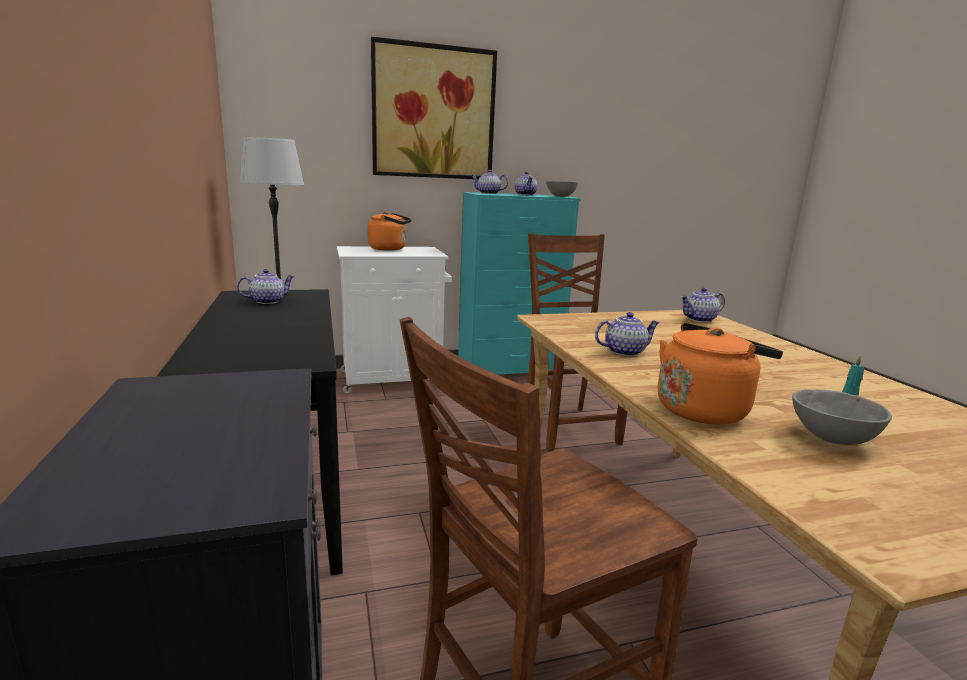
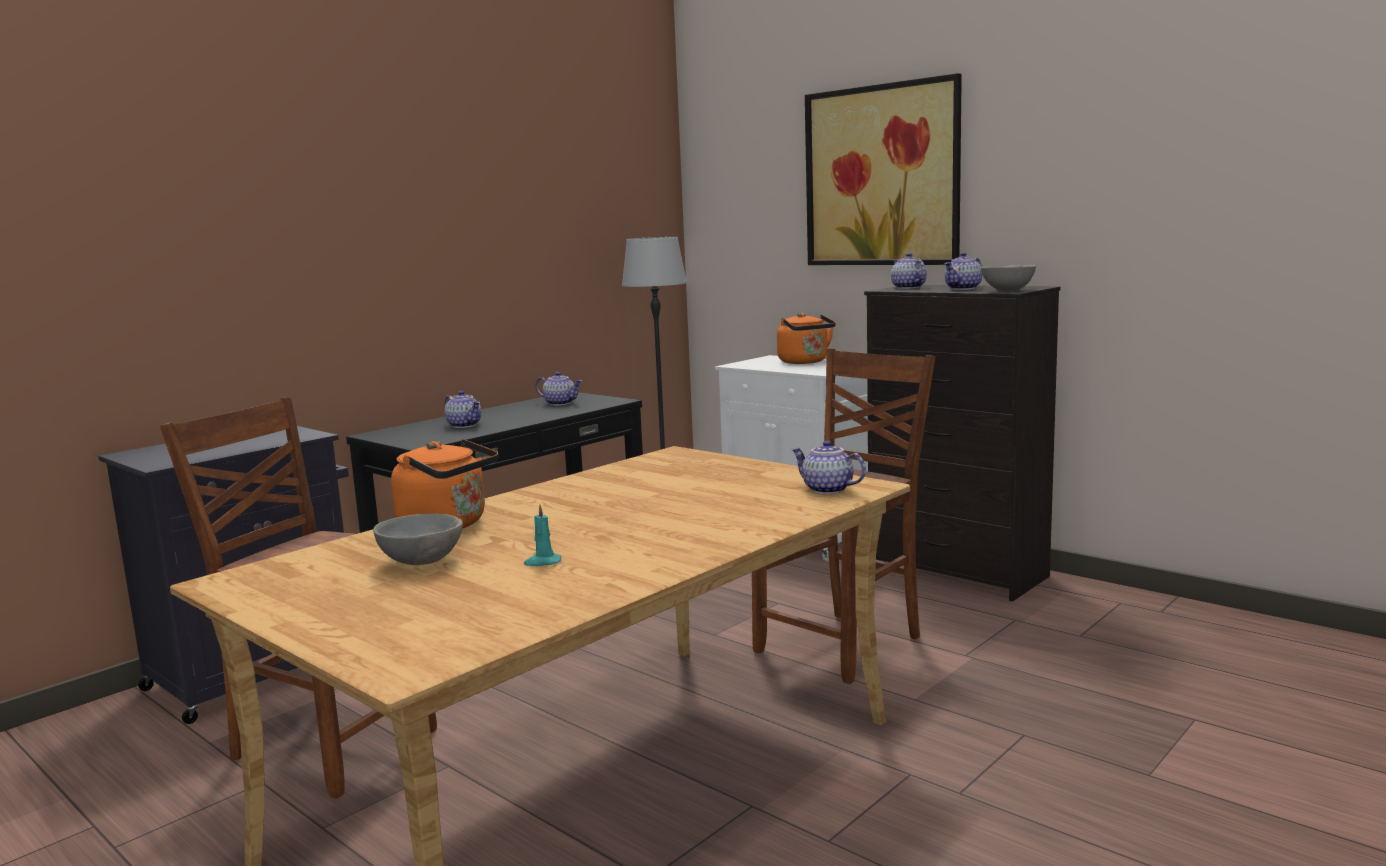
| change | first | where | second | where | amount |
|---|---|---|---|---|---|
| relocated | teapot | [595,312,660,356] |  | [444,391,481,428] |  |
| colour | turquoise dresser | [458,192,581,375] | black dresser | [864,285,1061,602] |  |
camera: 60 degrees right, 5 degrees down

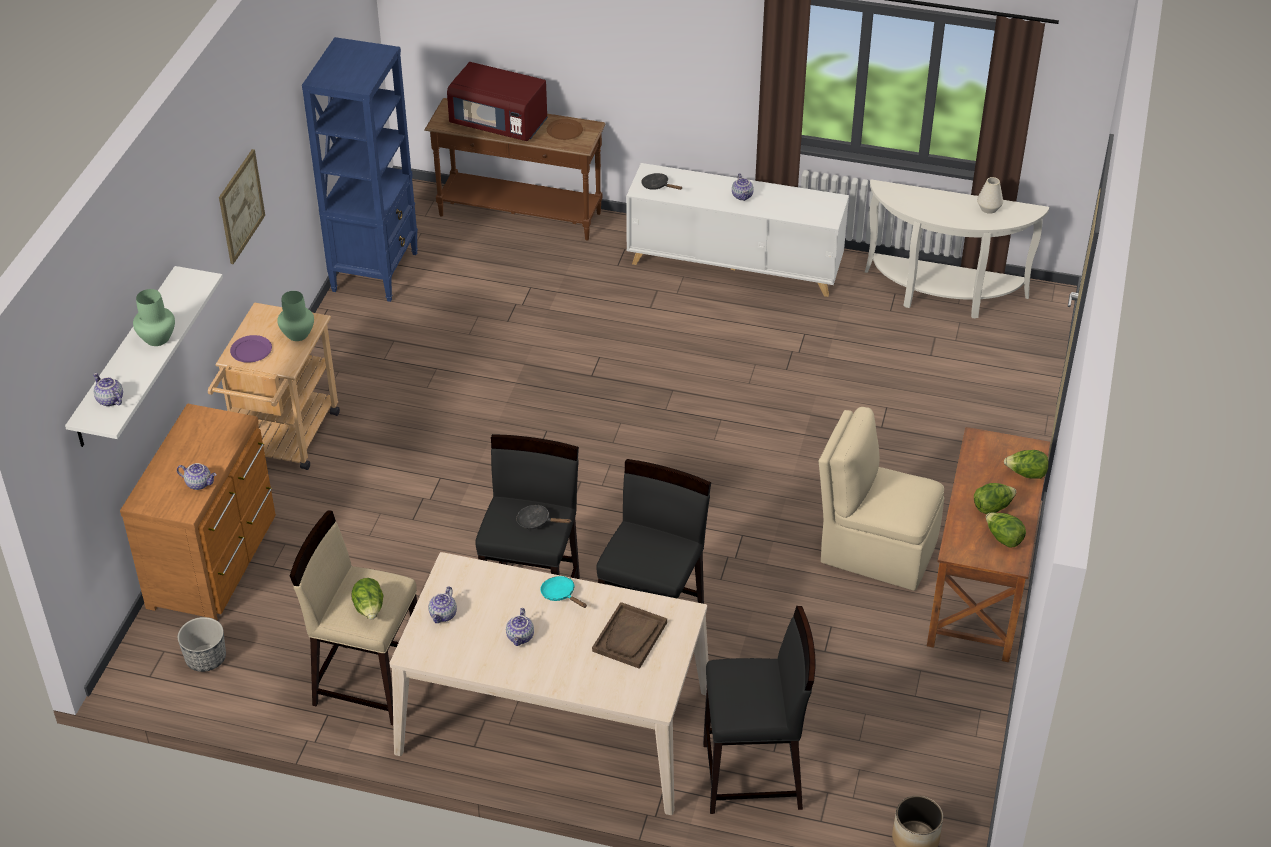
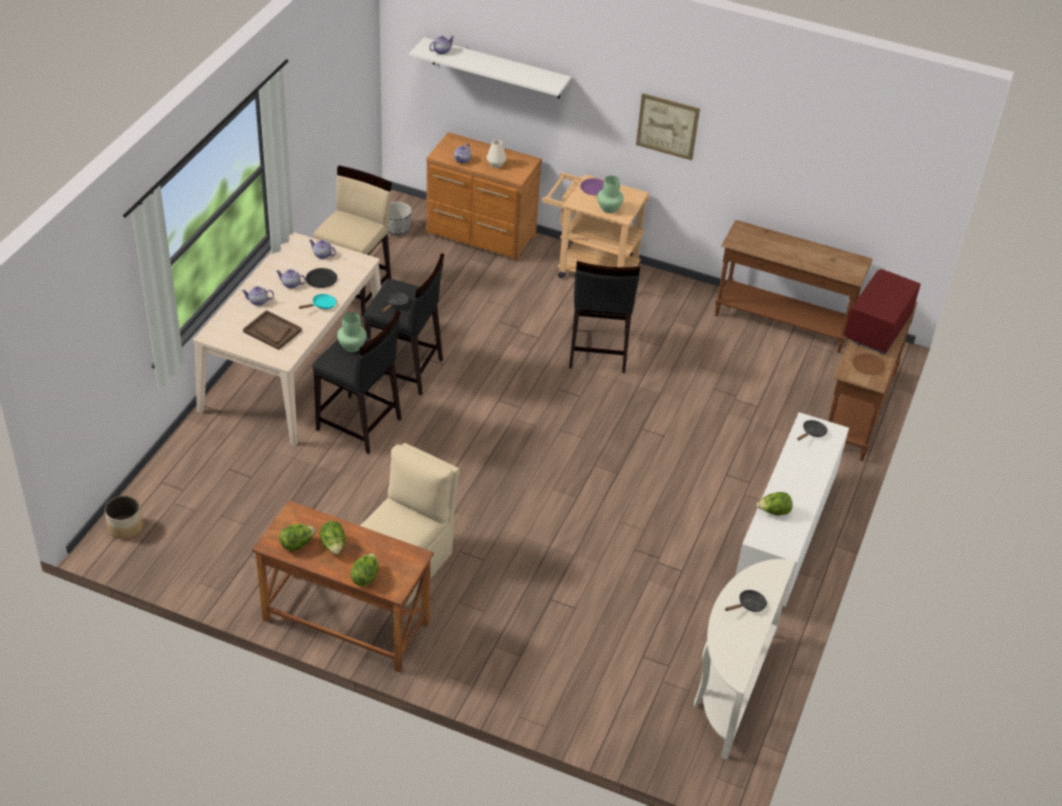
| change | first | where | second | where | amount |
|---|---|---|---|---|---|
| appeared |  |  | black plate | [306,268,337,288] |  |
| appeared |  |  | black frying pan | [725,590,767,612] |  |
| relocated | green vase | [133,289,175,346] |  | [337,312,367,352] |  |
| relocated | lettuce | [351,578,383,620] |  | [757,492,793,515] |  |
| relocated | black stool | [703,606,816,814] |  | [569,261,640,373] |  |
| relocated | teapot | [732,174,754,201] |  | [242,286,274,306] |  |
| relocated | white vase | [977,177,1003,214] |  | [487,140,506,168] |  |
| exchanged | blue bookcase | [302,37,418,302] | brown console table | [715,220,873,353] |  |
camera: 95 degrees right, 0 degrees up

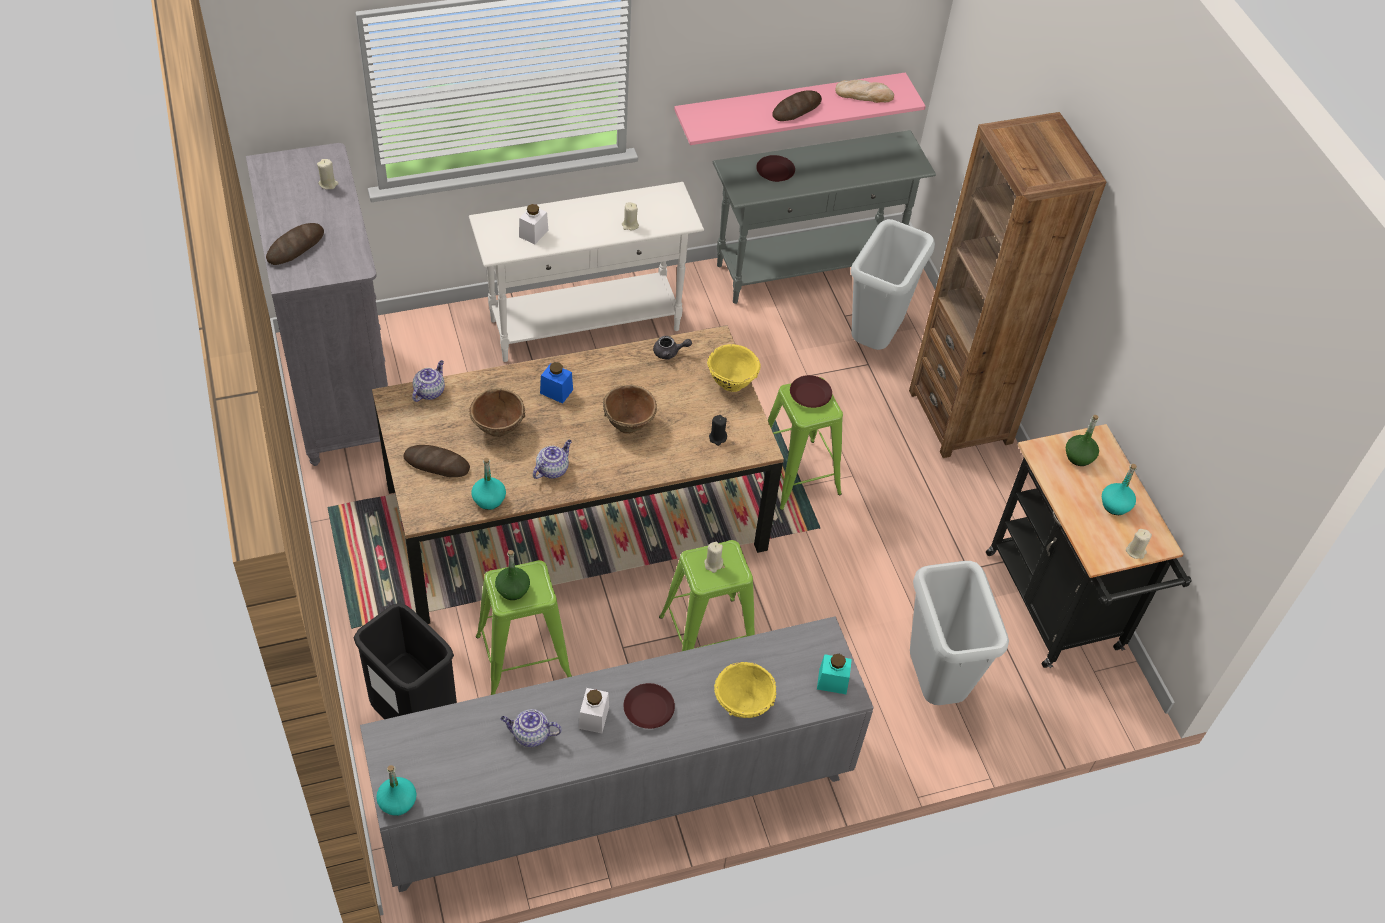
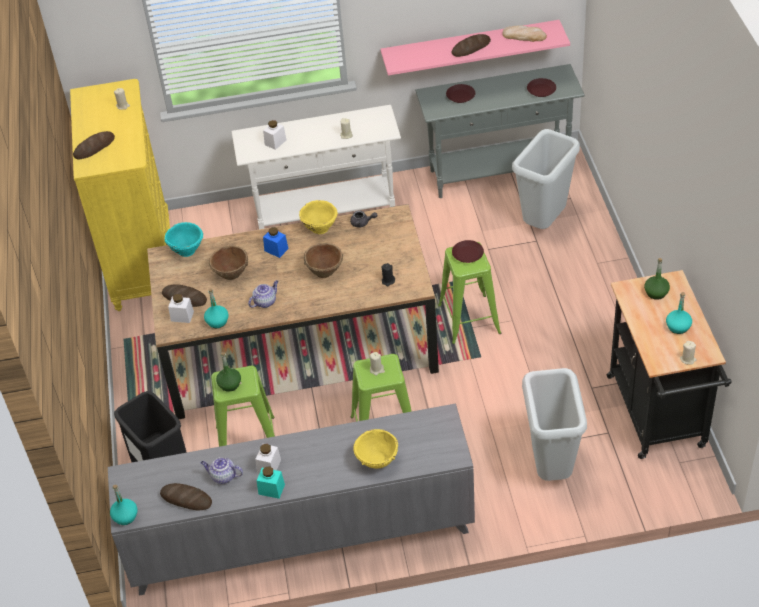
| change | first | where | second | where | amount |
|---|---|---|---|---|---|
| missing | brown bookcase | [909,112,1107,458] |  |  |  |
| appeared |  |  | bread | [160,483,212,510] |  |
| appeared |  |  | white jar | [168,294,194,323] |  |
| relocated | brown plate | [623,683,675,729] |  | [527,78,556,97] |  |
| relocated | yellow bowl | [707,344,761,392] |  | [299,200,338,234] |  |
| relocated | turquoise jar | [817,654,852,694] |  | [257,466,285,499] |  |
| exchanged | teapot | [412,360,445,402] | turquoise bowl | [164,222,203,257] |  |
| colour | grey dresser | [246,143,388,466] | yellow dresser | [70,79,170,311] |  |
camera: 15 degrees right, 5 degrees down

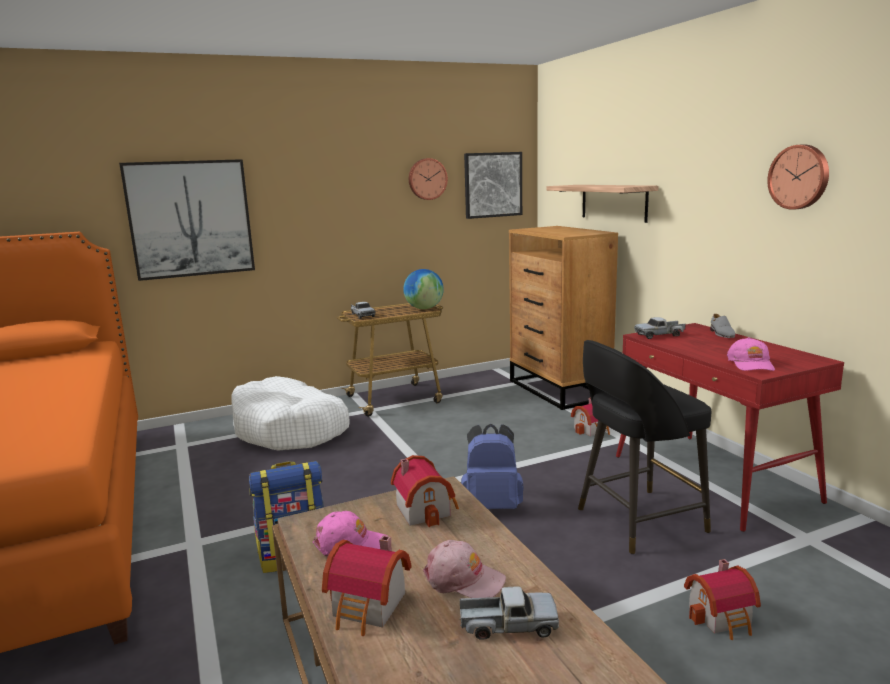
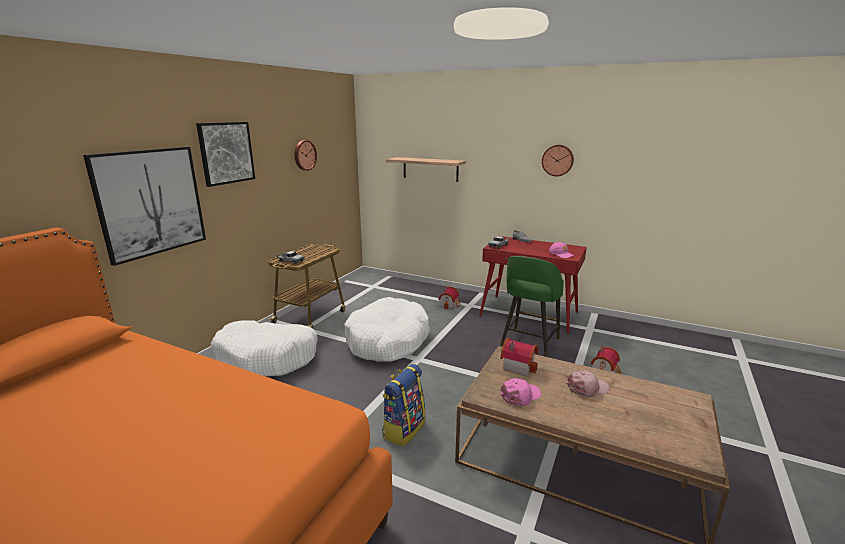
| change | first | where | second | where | amount |
|---|---|---|---|---|---|
| missing | toy house | [322,535,412,636] |  |  |  |
| missing | globe | [403,269,444,309] |  |  |  |
| missing | toy truck | [460,586,559,640] |  |  |  |
| missing | blue backpack | [461,424,524,509] |  |  |  |
| missing | brown dresser | [509,226,618,410] |  |  |  |
| appeared |  |  | white dog bed | [344,297,430,362] |  |
| relocated | picture | [464,152,522,219] |  | [196,122,255,187] |  |
| colour | black stool | [578,340,711,554] | green stool | [500,256,564,357] |  |
camera: 40 degrees left, 5 degrees up

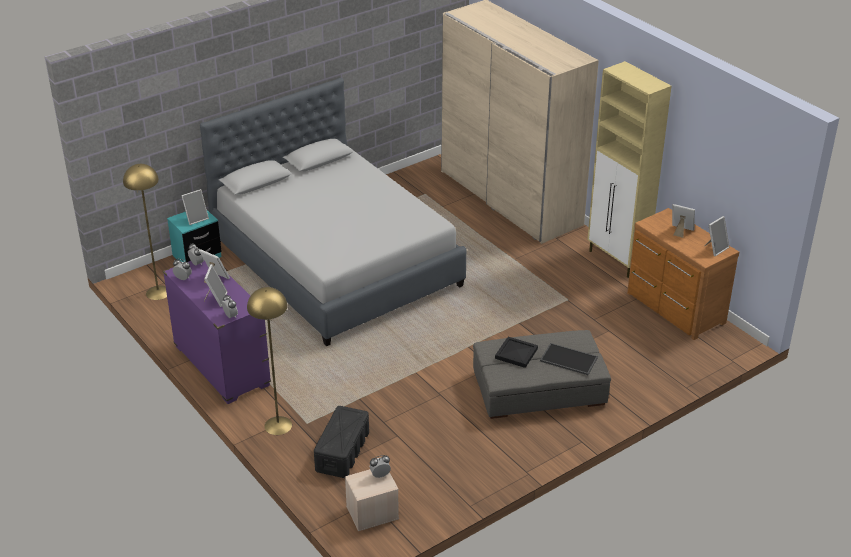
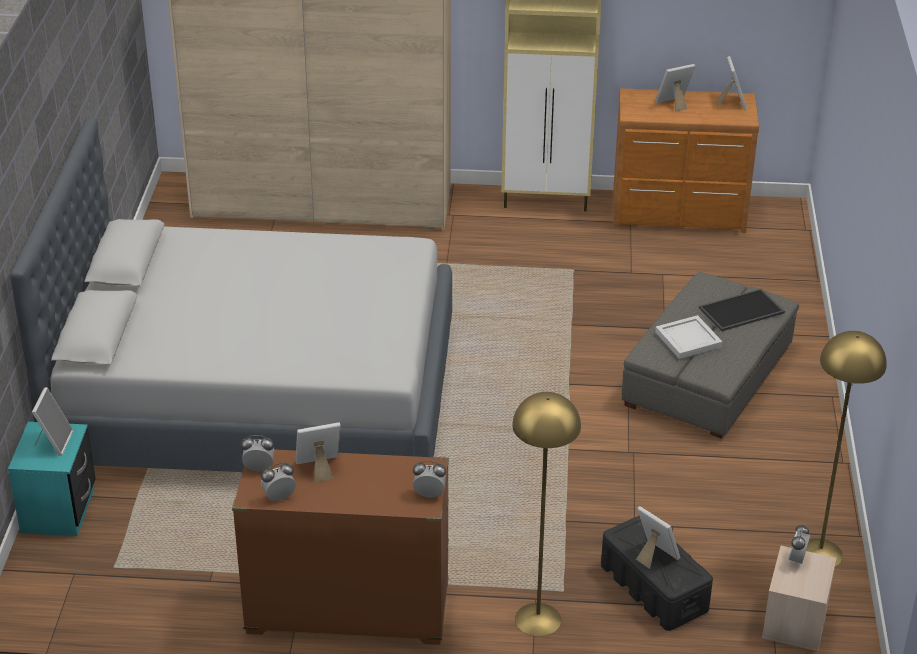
| change | first | where | second | where | amount |
|---|---|---|---|---|---|
| relocated | yellow floor lamp | [123,164,167,300] |  | [806,331,887,567] |  |
| relocated | picture frame | [204,264,228,307] |  | [636,506,680,569] |  |
| colour | purple dresser | [163,261,271,404] | brown dresser | [232,449,449,645] |  |
| colour | black tray | [495,337,538,368] | white tray | [655,315,723,359] |  |
camera: 50 degrees left, 0 degrees up

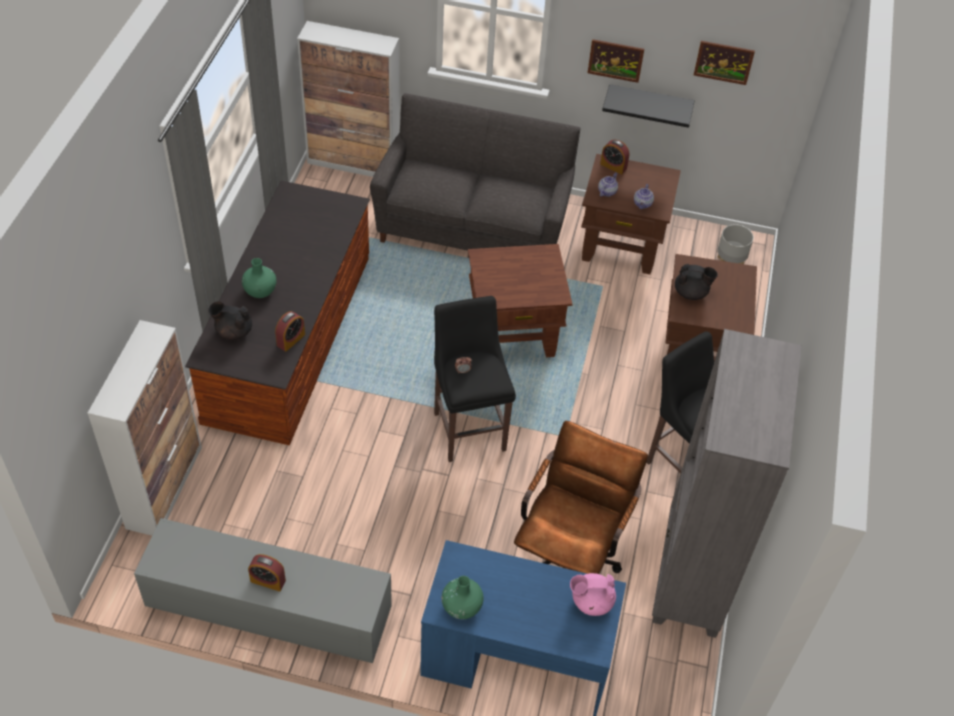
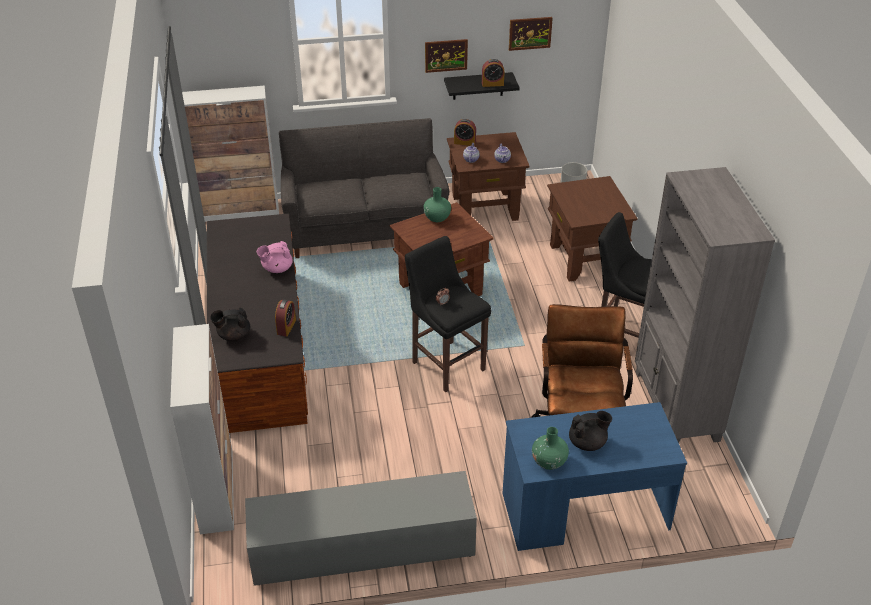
| change | first | where | second | where | amount |
|---|---|---|---|---|---|
| relocated | green vase | [242,258,276,298] |  | [423,187,451,222] |  |
| relocated | alarm clock | [248,554,286,592] |  | [482,59,505,87] |  |
| relocated | pink teapot | [570,573,616,616] |  | [257,241,293,273] |  |
| relocated | black teapot | [675,264,718,300] |  | [569,411,612,451] |  |
camera: 20 degrees left, 10 degrees down

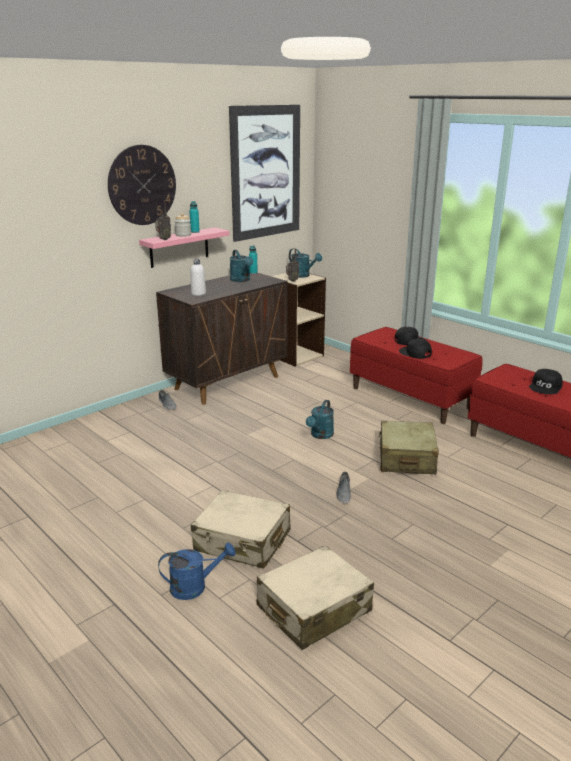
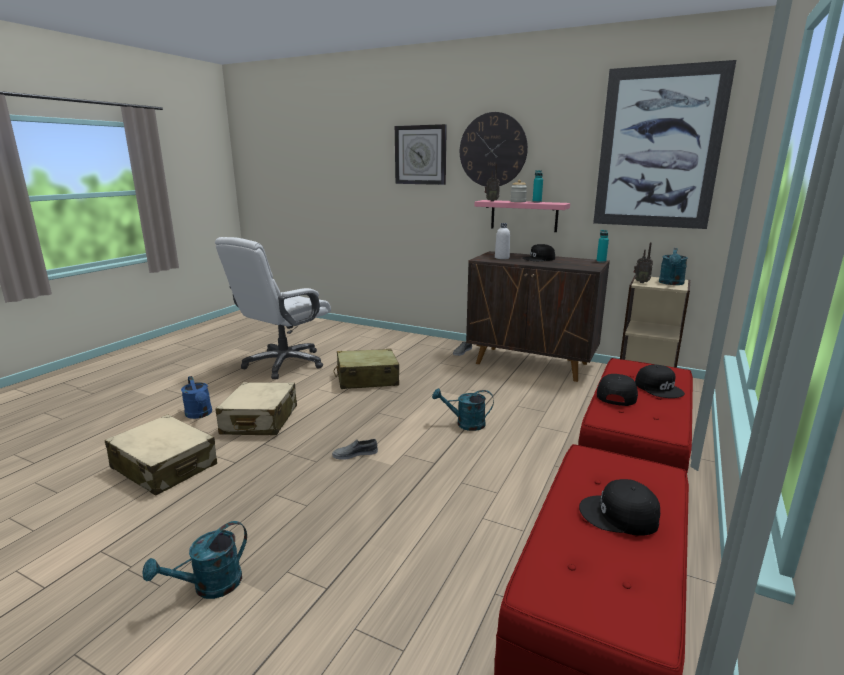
| change | first | where | second | where | amount |
|---|---|---|---|---|---|
| appeared |  |  | white office chair | [215,237,331,379] |  |
| appeared |  |  | wall clock | [395,124,447,185] |  |
| appeared |  |  | black cap | [523,244,555,261] |  |
| relocated | turquoise watering can | [230,250,253,282] |  | [142,521,247,599] |  |
| relocated | beige suitcase | [378,421,439,474] |  | [333,349,399,389] |  |
camera: 70 degrees right, 5 degrees down

